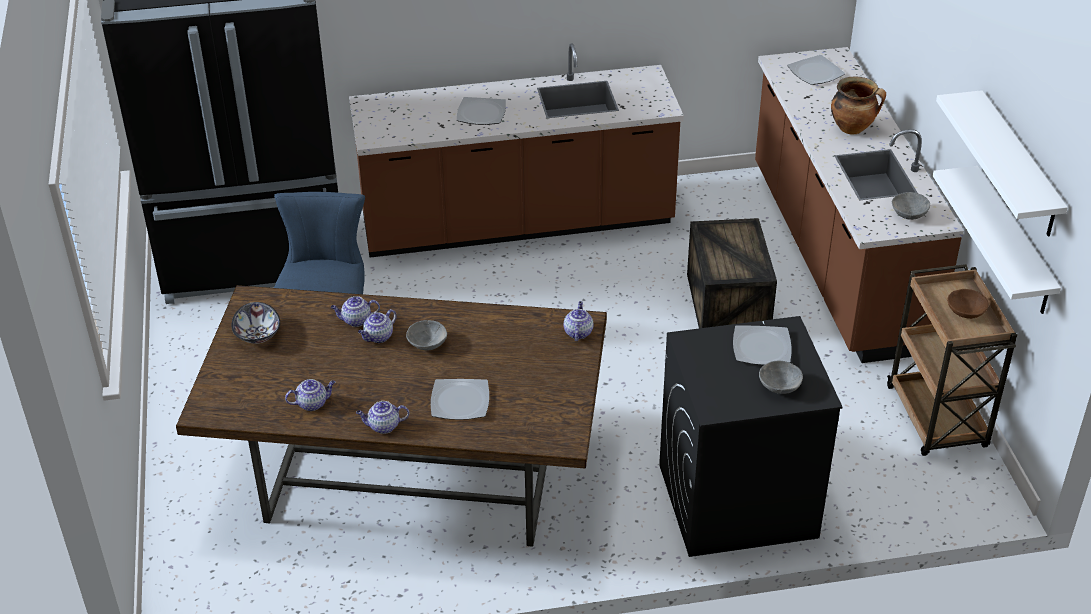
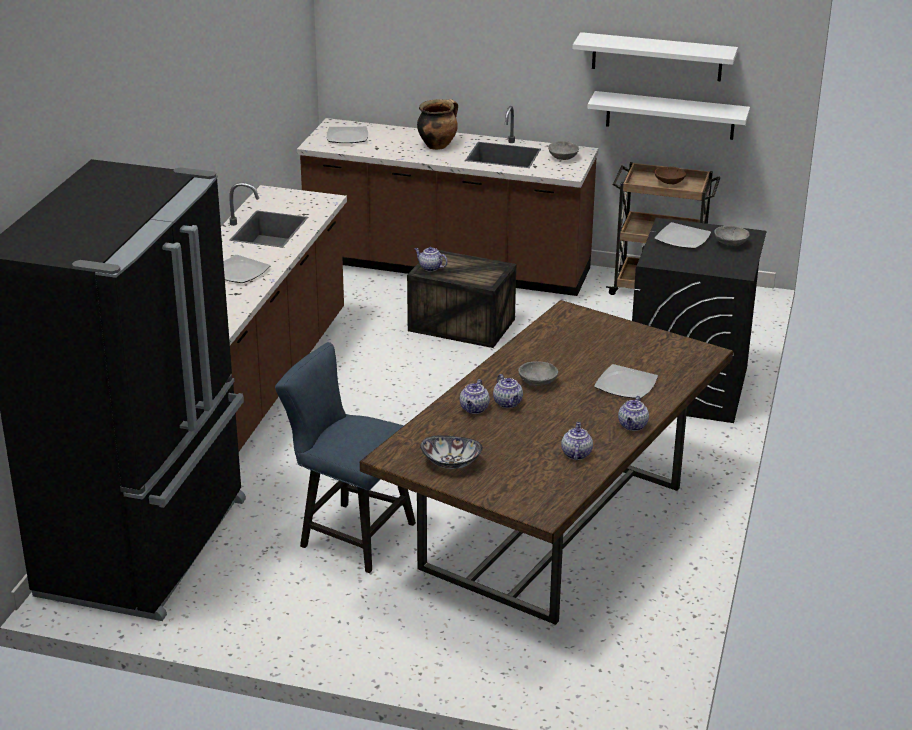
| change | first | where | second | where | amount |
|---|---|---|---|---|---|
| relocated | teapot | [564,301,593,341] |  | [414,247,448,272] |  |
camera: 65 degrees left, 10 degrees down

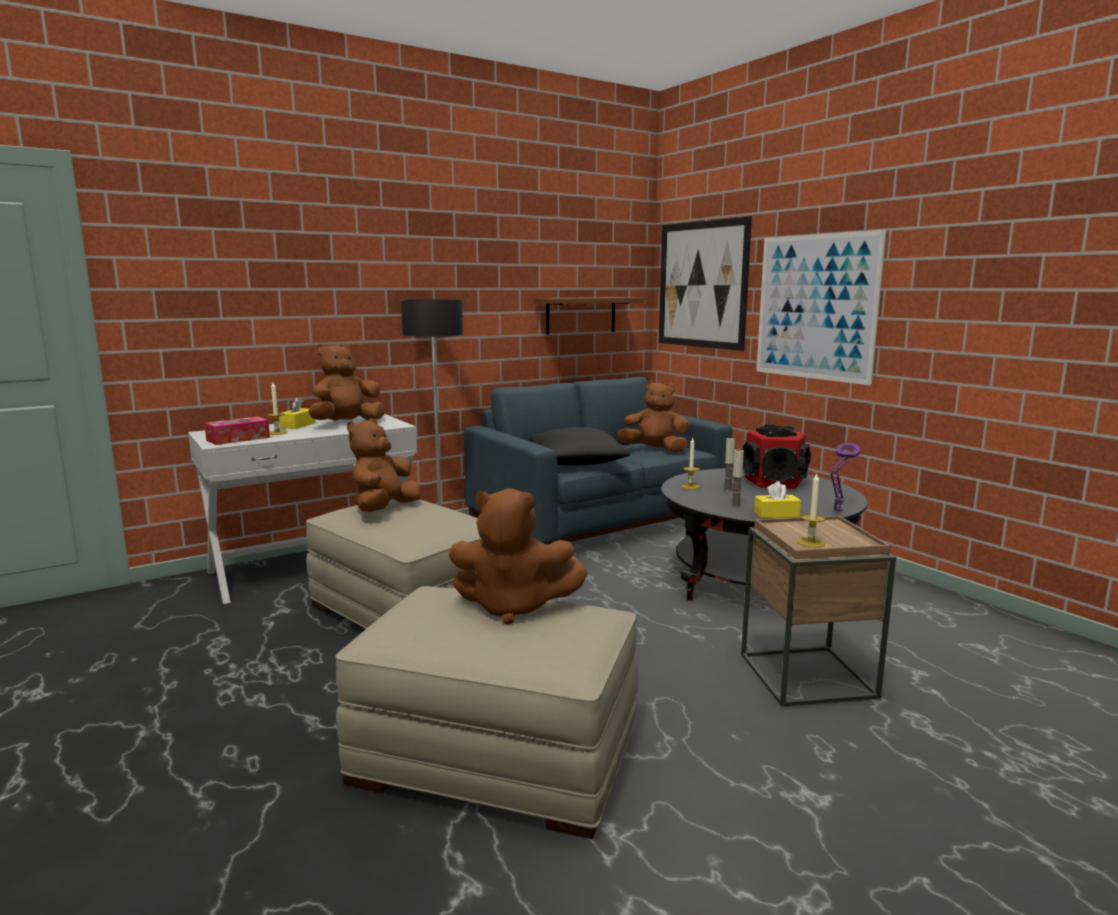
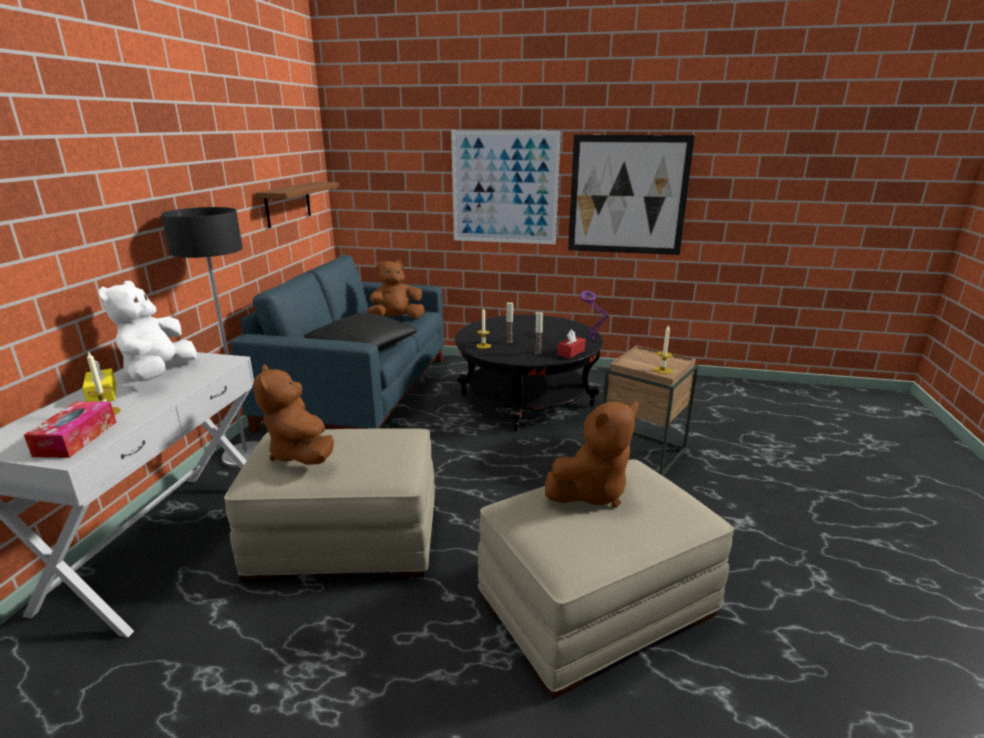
| change | first | where | second | where | amount |
|---|---|---|---|---|---|
| missing | speaker | [742,425,811,489] |  |  |  |
| relocated | picture | [659,216,752,351] |  | [568,135,695,255] |  |
| colour | brown plush toy | [309,344,385,421] | white plush toy | [99,281,197,382] |  |
| colour | yellow tissue box | [754,481,801,518] | red tissue box | [557,330,586,358] |  |
camera: 45 degrees left, 10 degrees up

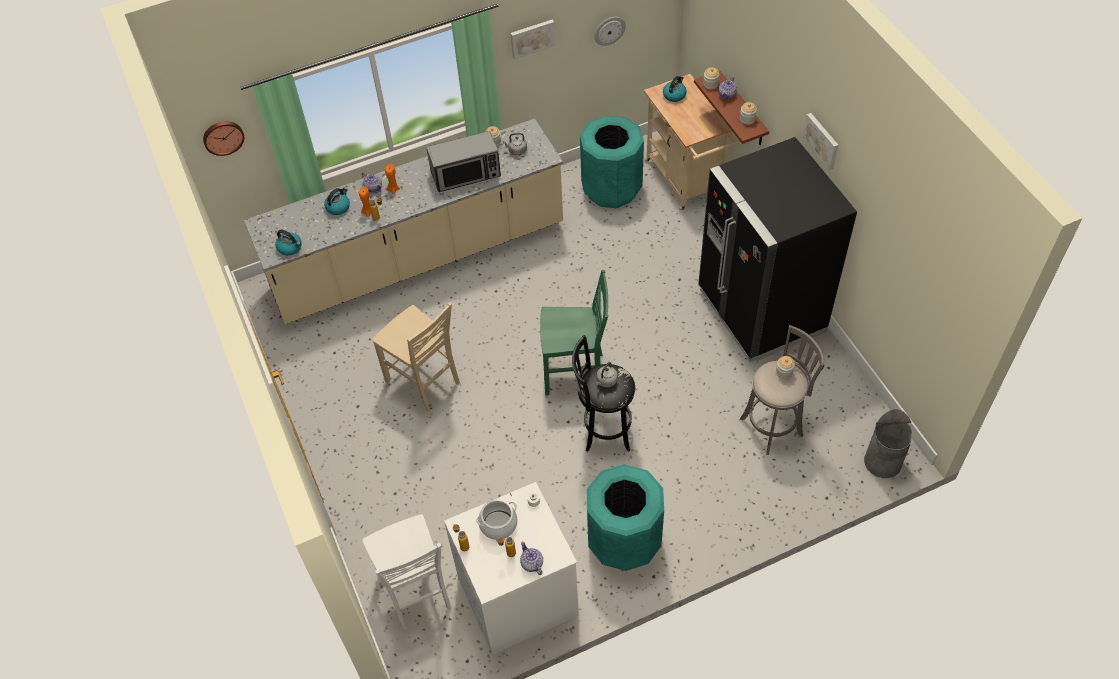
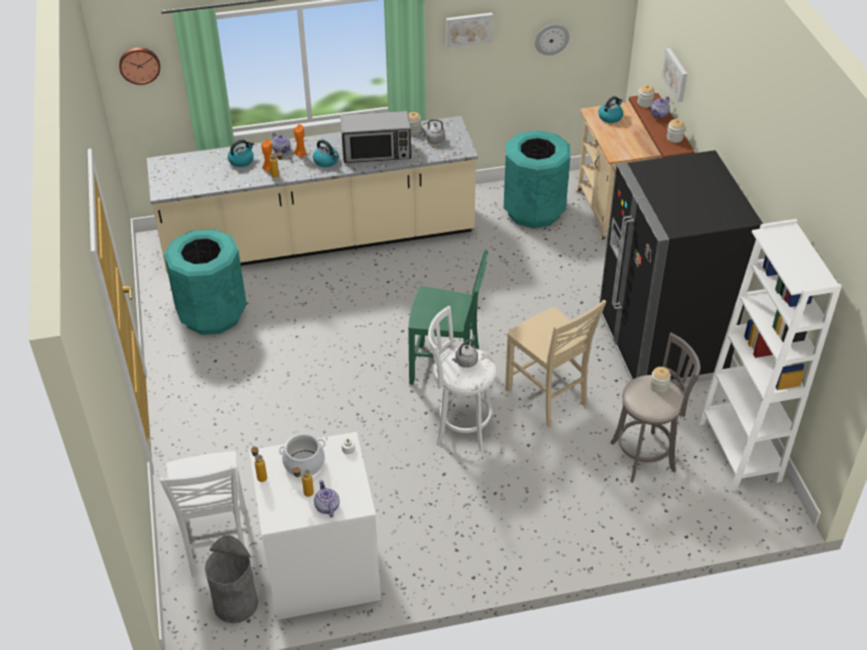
| change | first | where | second | where | amount |
|---|---|---|---|---|---|
| appeared |  |  | white bookcase | [698,219,842,491] |  |
| relocated | kettle | [275,230,302,256] |  | [313,140,339,167] |  |
| relocated | beige chair | [372,302,460,412] |  | [505,300,606,427] |  |
| relocated | turquoise trash can | [587,464,664,571] |  | [164,229,247,335] |  |
| relocated | picture | [802,113,838,170] |  | [662,48,687,102] |  |
| relocated | grey trash can | [864,409,912,478] |  | [205,536,258,623] |  |
| colour | black stool | [572,335,635,452] | white stool | [428,306,496,452] |  |
camera: 10 degrees right, 10 degrees down

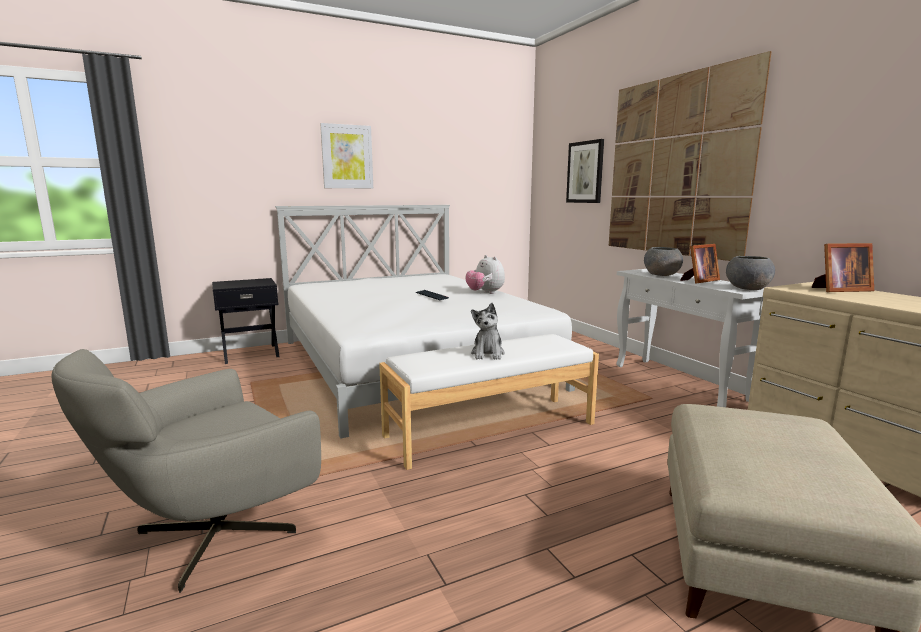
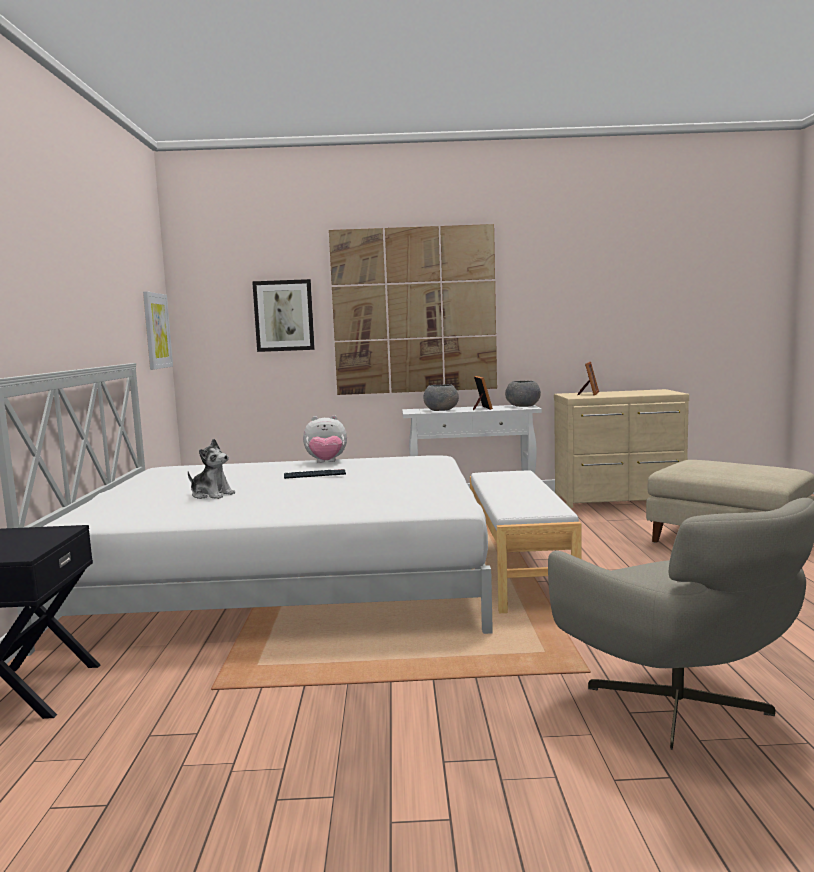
| change | first | where | second | where | amount |
|---|---|---|---|---|---|
| relocated | picture | [320,123,373,188] |  | [143,291,173,370] |  |
| relocated | plush toy | [471,303,505,360] |  | [188,439,235,499] |  |
camera: 65 degrees left, 5 degrees down

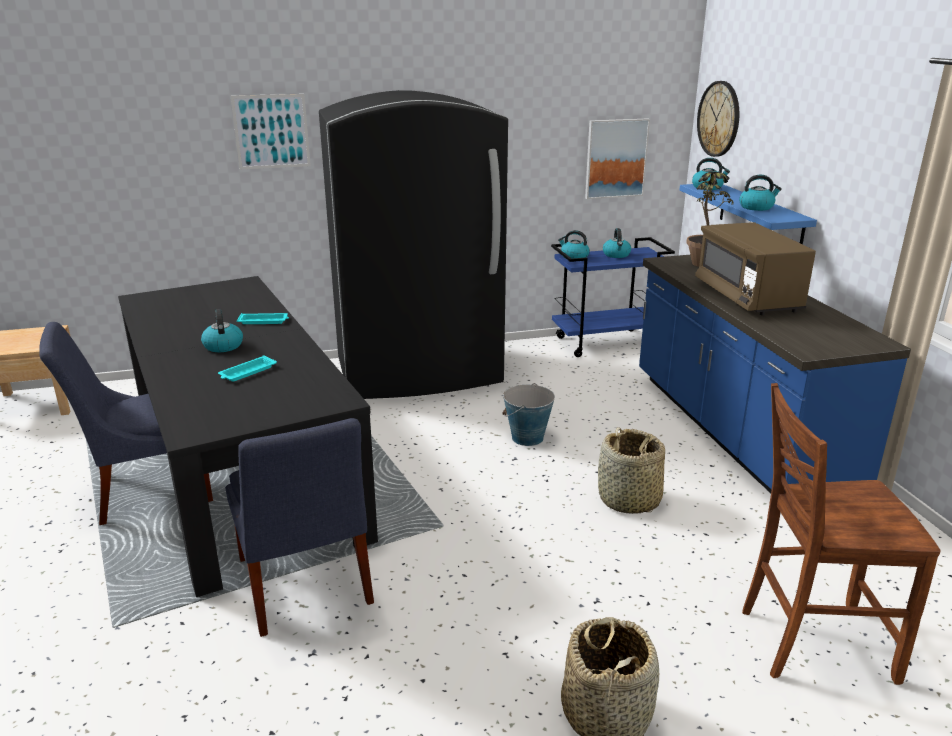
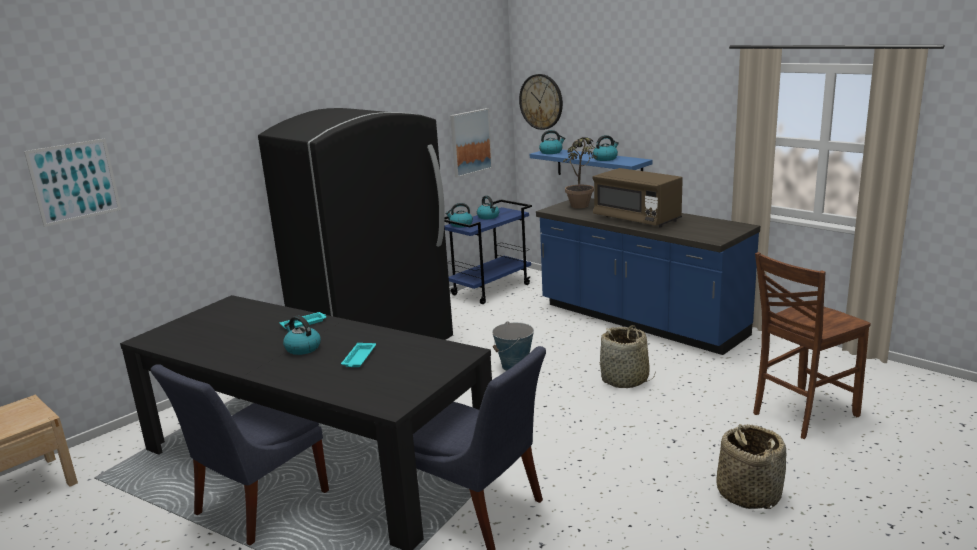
| change | first | where | second | where | amount |
|---|---|---|---|---|---|
| relocated | picture | [230,94,311,169] |  | [24,138,121,227] |  |
camera: 30 degrees left, 5 degrees down

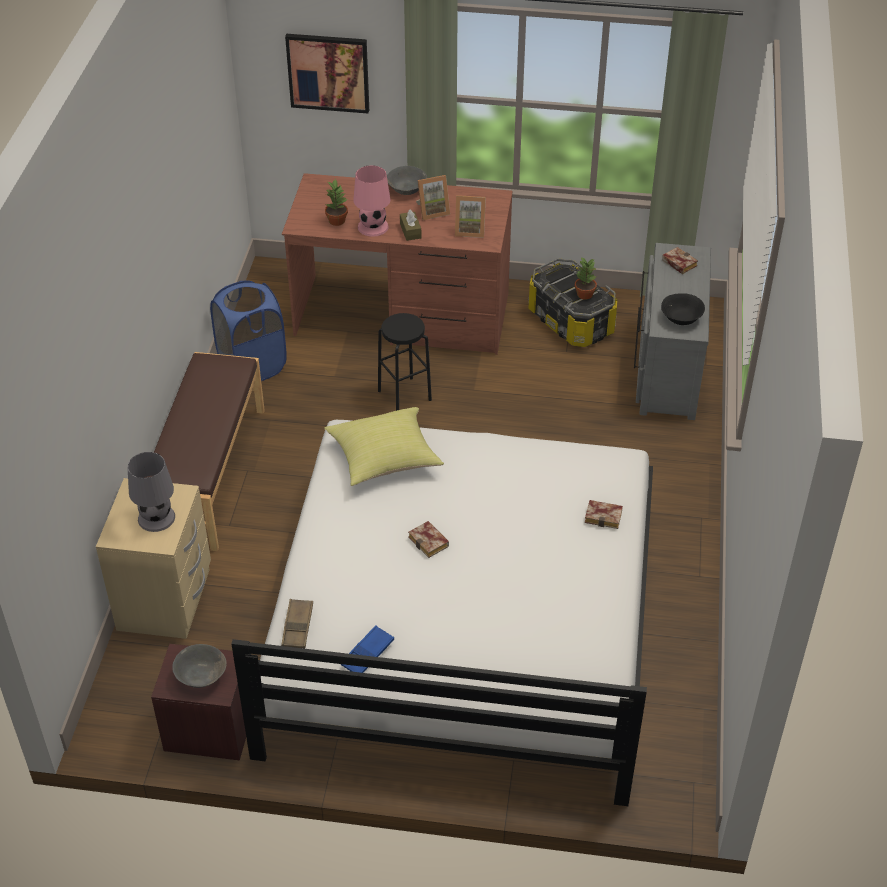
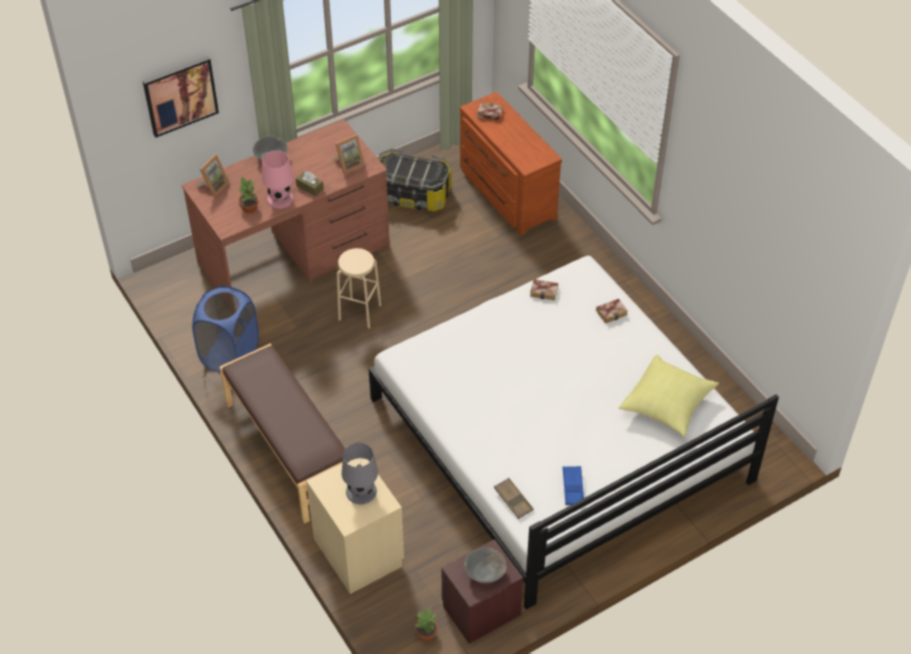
| change | first | where | second | where | amount |
|---|---|---|---|---|---|
| missing | black bowl | [661,293,705,325] |  |  |  |
| relocated | yellow pillow | [324,407,444,486] |  | [619,355,719,437] |  |
| relocated | book | [408,521,449,558] |  | [530,279,558,301] |  |
| relocated | picture frame | [416,175,450,220] |  | [197,154,230,197] |  |
| relocated | potted plant | [575,258,597,300] |  | [415,607,438,642] |  |
| colour | black stool | [378,313,432,411] | beige stool | [337,248,382,329] |  |
| colour | grey dresser | [634,243,711,420] | brown dresser | [460,92,562,235] |  |
camera: 40 degrees left, 5 degrees up

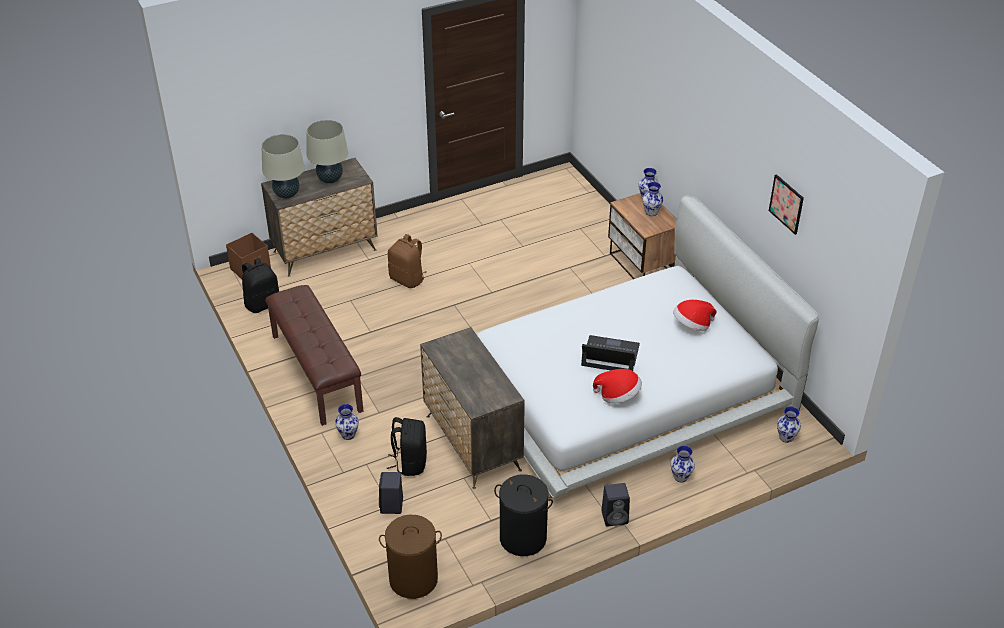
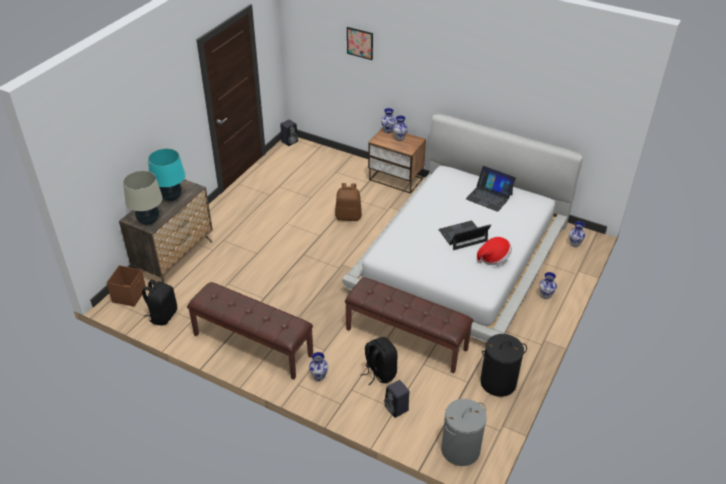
| change | first | where | second | where | amount |
|---|---|---|---|---|---|
| relocated | brown backpack | [388,234,426,288] |  | [335,183,362,221] |  |
| relocated | black speaker | [601,483,630,526] |  | [280,119,298,146] |  |
| relocated | picture | [769,174,804,235] |  | [347,27,373,60] |  |
| exchanged | dresser | [420,327,525,489] | brown bench | [345,278,473,374] |  |
| exchanged | hat | [673,300,716,331] | laptop | [466,166,516,212] |  |
| colour | beige table lamp | [307,120,348,183] | turquoise table lamp | [148,148,185,201] |  |
| colour | brown laundry basket | [379,515,442,599] | grey laundry basket | [441,399,487,466] |  |
camera: 35 degrees left, 0 degrees up

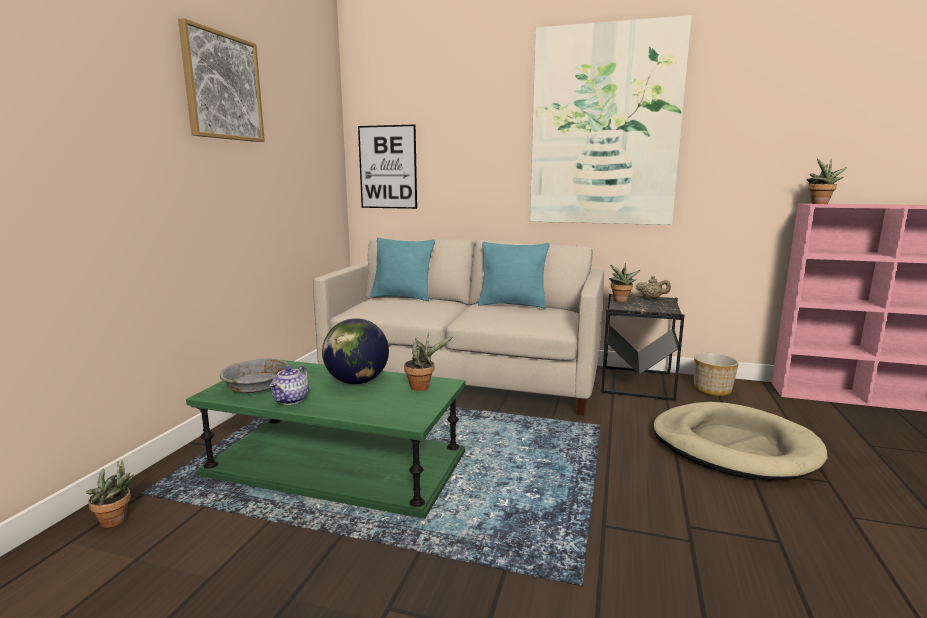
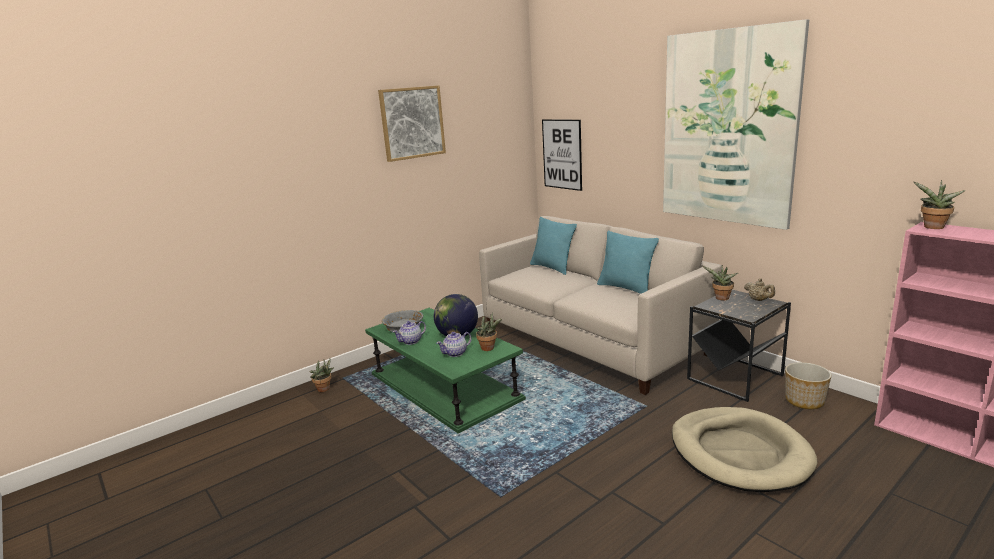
| change | first | where | second | where | amount |
|---|---|---|---|---|---|
| appeared |  |  | teapot | [436,332,472,357] |  |
camera: 35 degrees right, 5 degrees up

